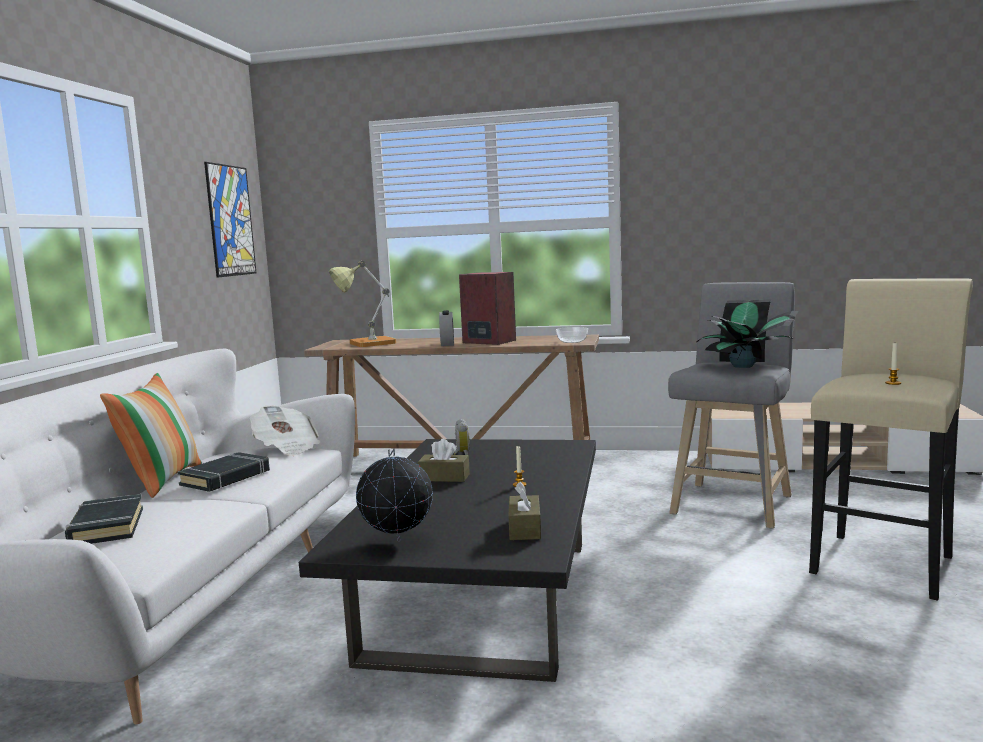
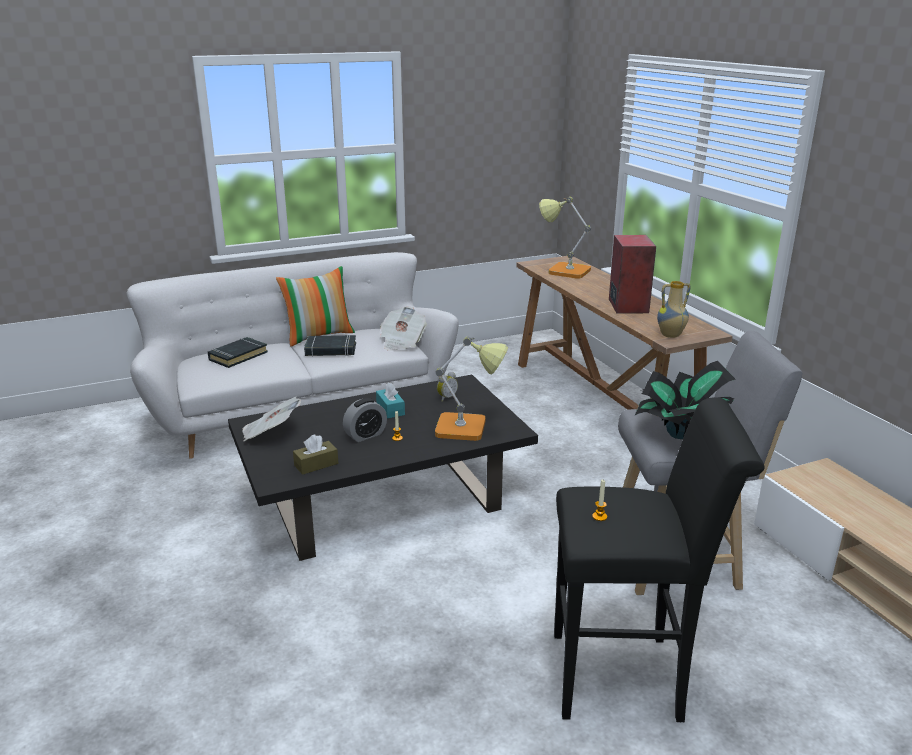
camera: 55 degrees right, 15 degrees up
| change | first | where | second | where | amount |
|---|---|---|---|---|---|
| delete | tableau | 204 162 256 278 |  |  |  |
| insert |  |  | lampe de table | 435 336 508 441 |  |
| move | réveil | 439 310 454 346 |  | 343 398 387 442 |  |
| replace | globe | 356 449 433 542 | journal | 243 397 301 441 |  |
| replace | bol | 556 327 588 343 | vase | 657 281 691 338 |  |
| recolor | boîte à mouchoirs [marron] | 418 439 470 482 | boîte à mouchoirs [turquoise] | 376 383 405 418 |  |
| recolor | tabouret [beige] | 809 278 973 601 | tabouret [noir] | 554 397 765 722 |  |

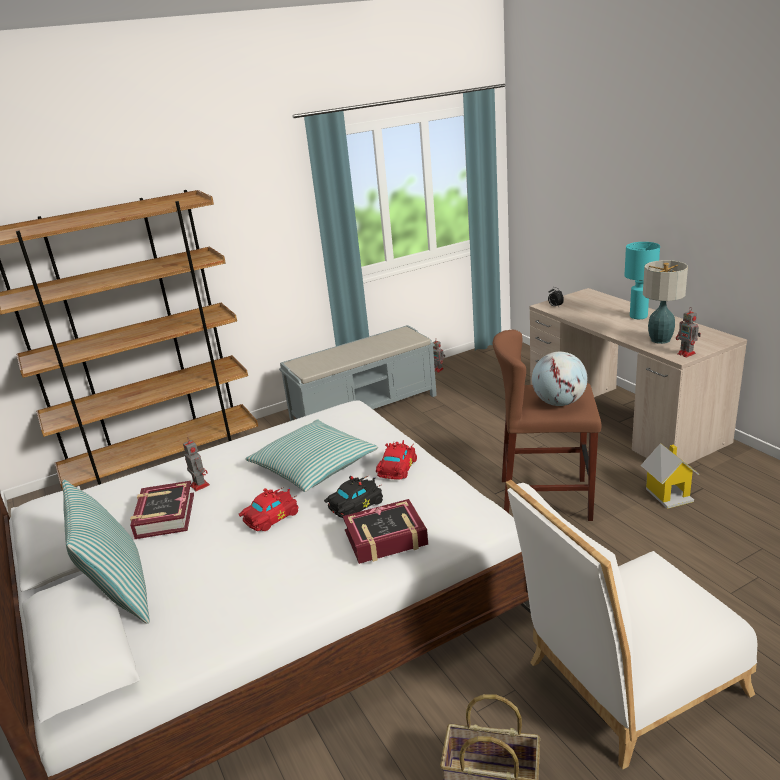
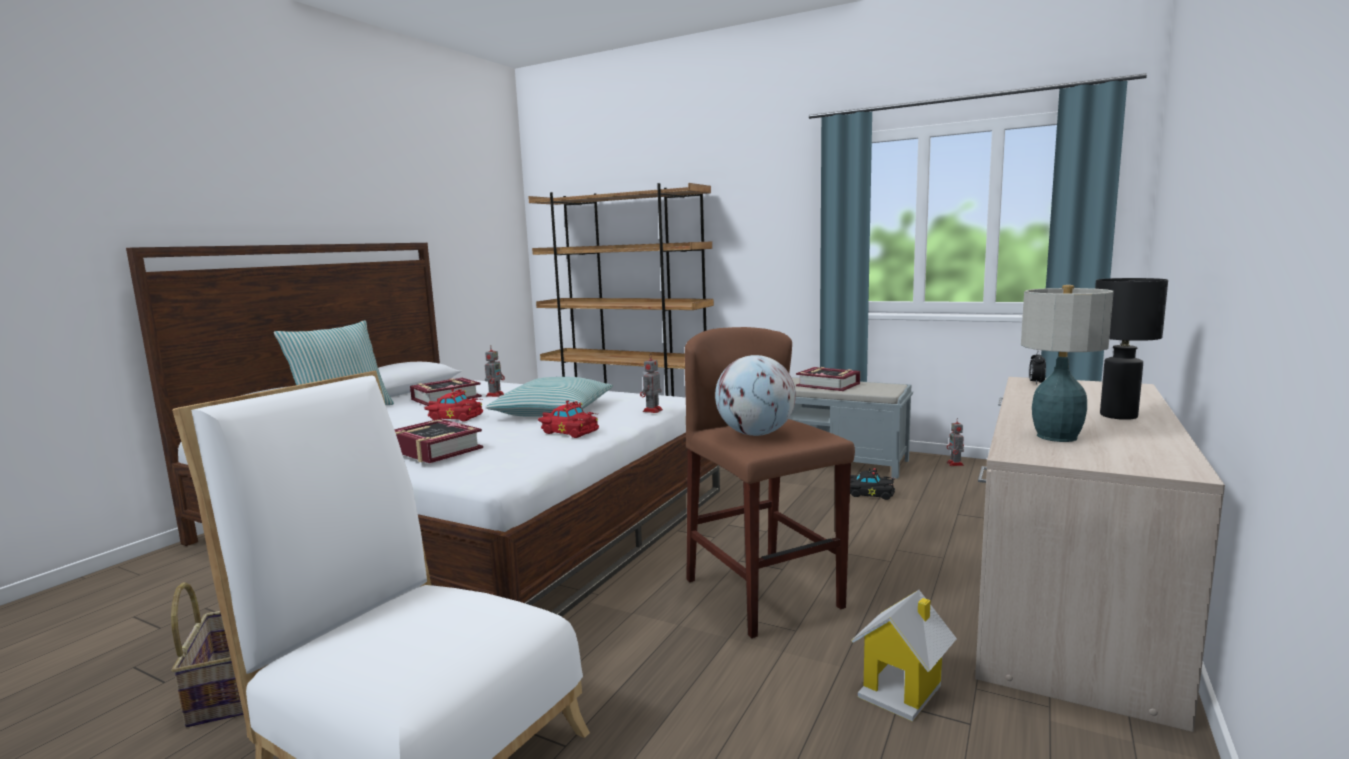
camera: 55 degrees right, 15 degrees down
| change | first | where | second | where | amount |
|---|---|---|---|---|---|
| insert |  |  | livre | 796 367 860 391 |  |
| move | petite voiture [noir] | 324 476 383 518 |  | 850 468 895 500 |  |
| move | robot jouet | 676 307 701 357 |  | 640 353 663 413 |  |
| recolor | lampe de table [turquoise] | 625 242 660 319 | lampe de table [noir] | 1095 278 1168 420 |  |
| rotate | petite voiture [rouge] | 376 440 417 480 |  | 538 400 599 438 | 45 degrees clockwise |

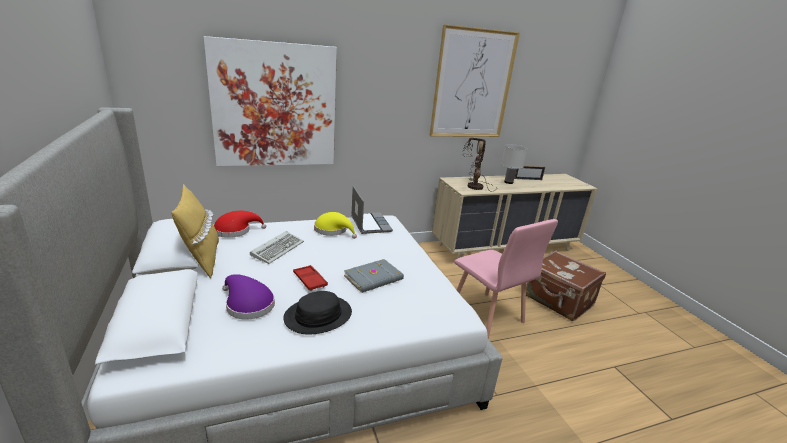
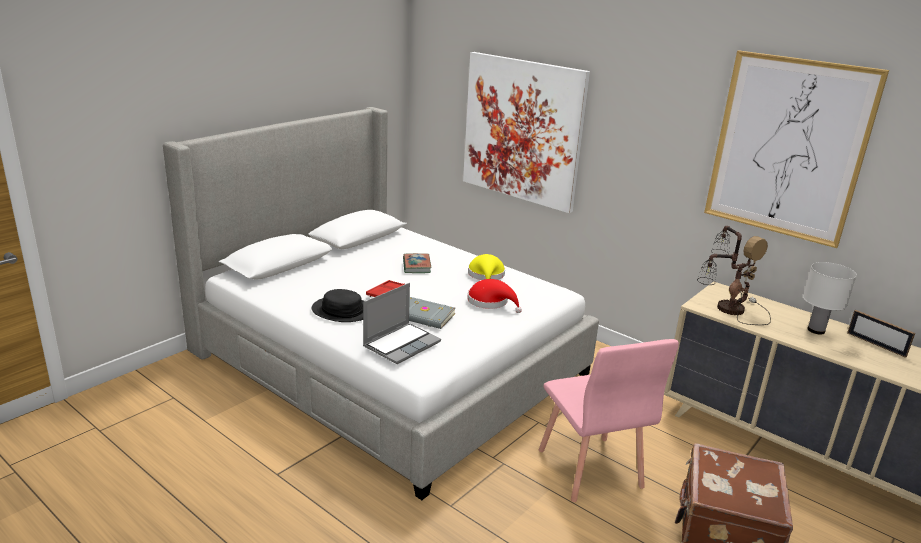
camera: 60 degrees right, 0 degrees up
| change | first | where | second | where | amount |
|---|---|---|---|---|---|
| delete | coussin [jaune] | 171 184 219 278 |  |  |  |
| delete | chapeau [violet] | 222 274 275 320 |  |  |  |
| move | chapeau [rouge] | 214 211 266 238 |  | 468 279 522 313 |  |
| move | ordinateur portable | 351 186 393 234 |  | 363 283 441 364 |  |
| replace | clavier | 250 231 304 264 | livre | 403 253 431 273 |  |
| rotate | chaise [rose] | 454 219 558 338 |  | 539 339 679 502 | 45 degrees counterclockwise |

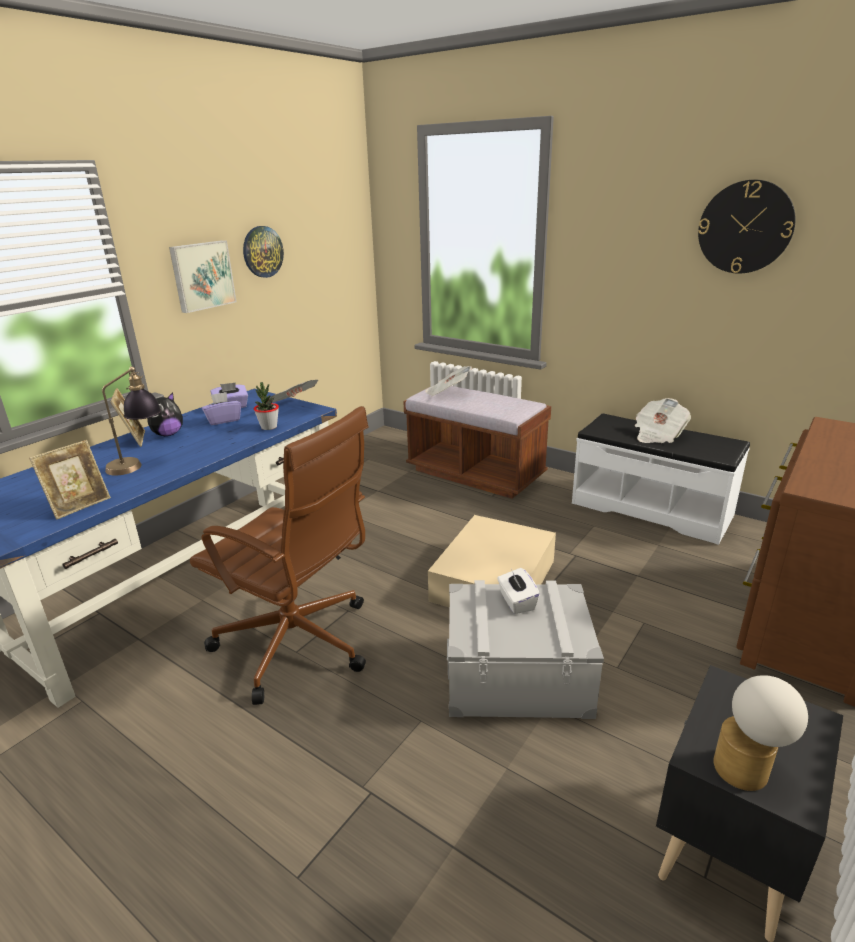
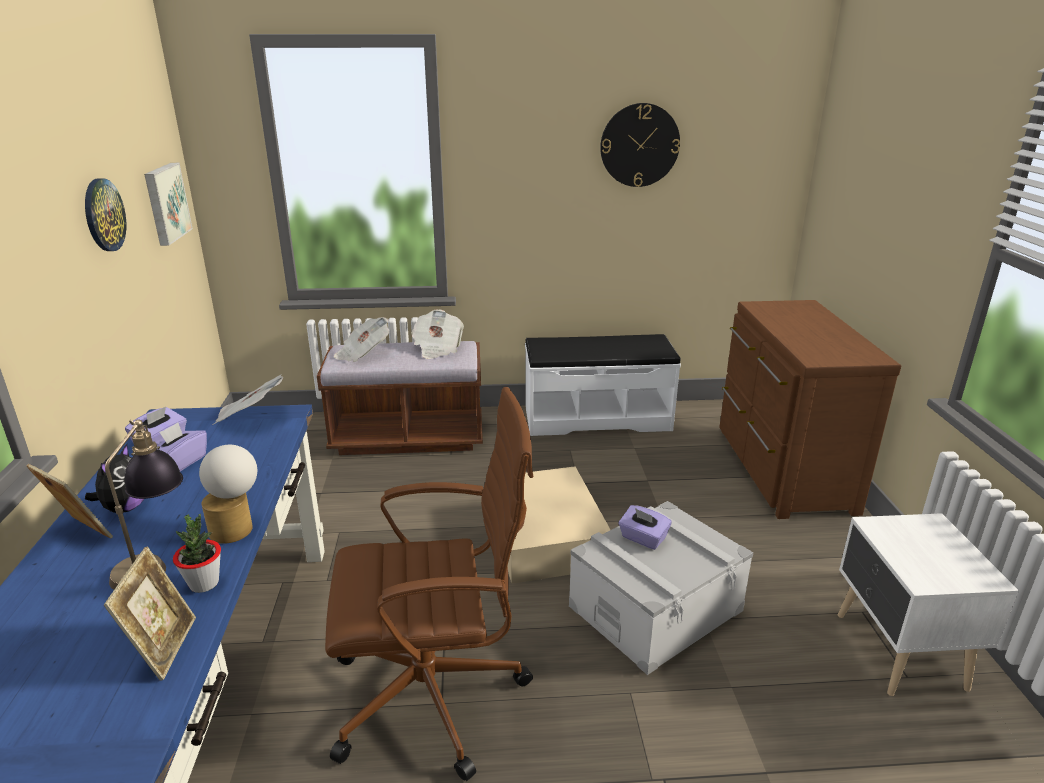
camera: 40 degrees left, 0 degrees up
| change | first | where | second | where | amount |
|---|---|---|---|---|---|
| move | tableau | 169 240 237 313 |  | 144 163 193 246 |  |
| move | plante en pot | 254 382 279 430 |  | 173 514 221 593 |  |
| move | journal | 635 398 691 443 |  | 411 310 464 359 |  |
| move | lampe de table | 713 675 808 791 |  | 199 445 257 544 |  |
| recolor | boîte à mouchoirs [blanc] | 497 568 540 614 | boîte à mouchoirs [violet] | 619 505 672 550 |  |
| recolor | table de chevet [noir] | 656 665 843 942 | table de chevet [blanc] | 838 513 1019 696 |  |

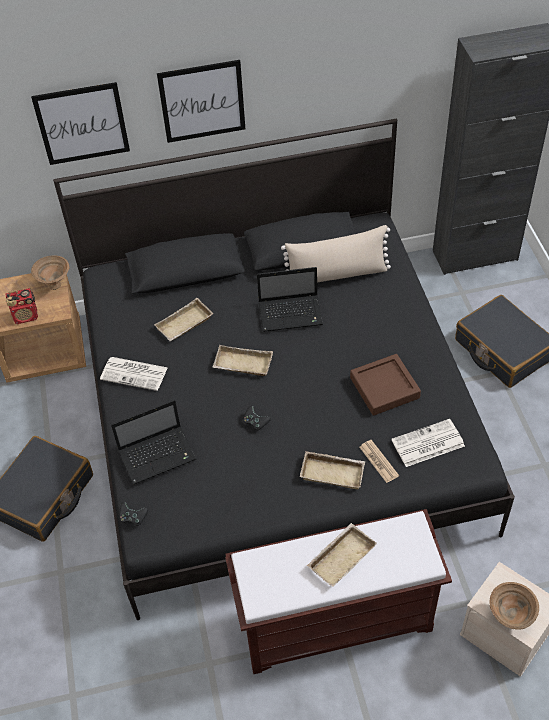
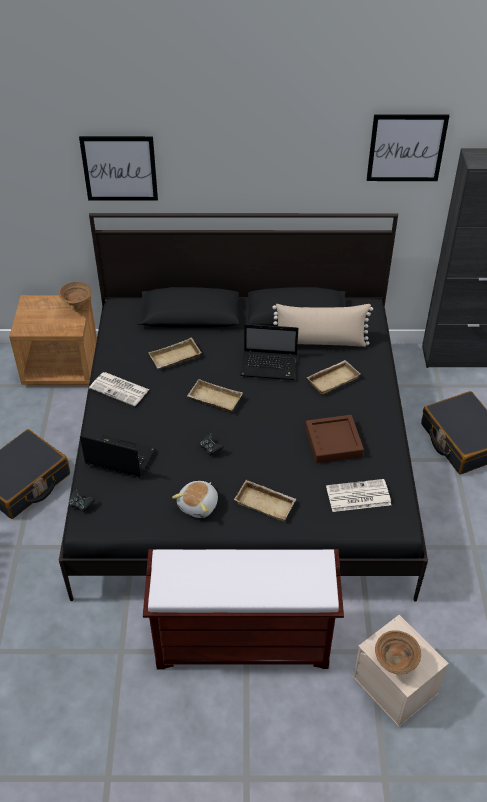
camera: 10 degrees right, 5 degrees down
| change | first | where | second | where | amount |
|---|---|---|---|---|---|
| delete | radio | 5 288 38 324 |  |  |  |
| delete | journal | 359 440 399 483 |  |  |  |
| insert |  |  | peluche | 172 481 218 518 |  |
| move | tableau | 157 60 245 143 |  | 367 114 449 181 |  |
| move | plateau [beige] | 307 523 377 587 |  | 307 360 361 394 |  |
| rotate | ordinateur portable | 111 400 196 485 |  | 80 434 156 478 | 150 degrees counterclockwise |

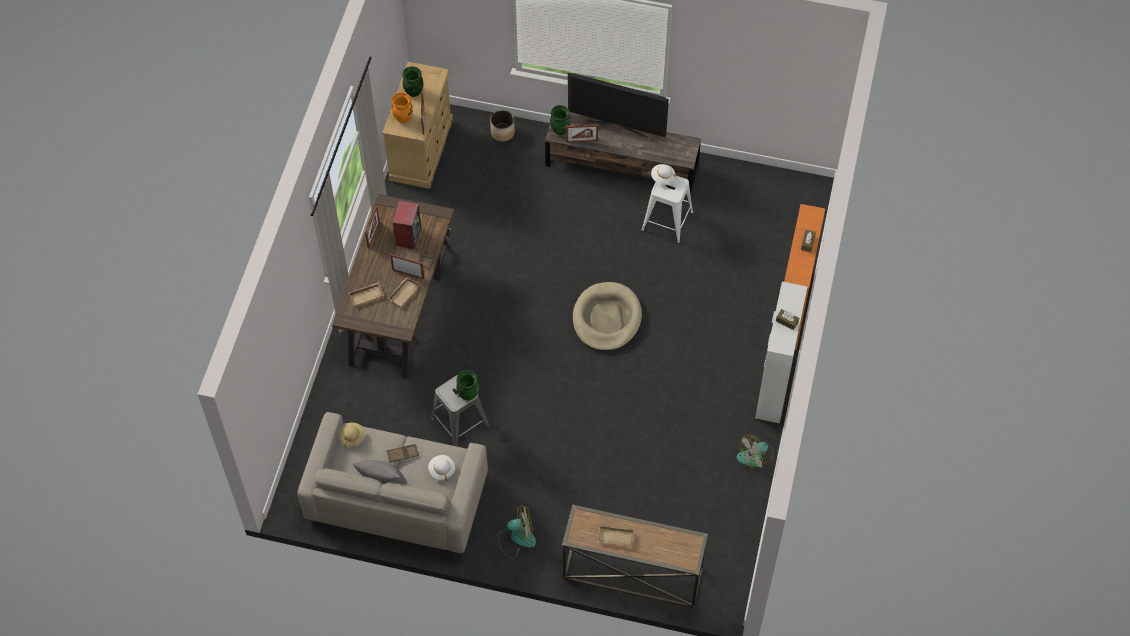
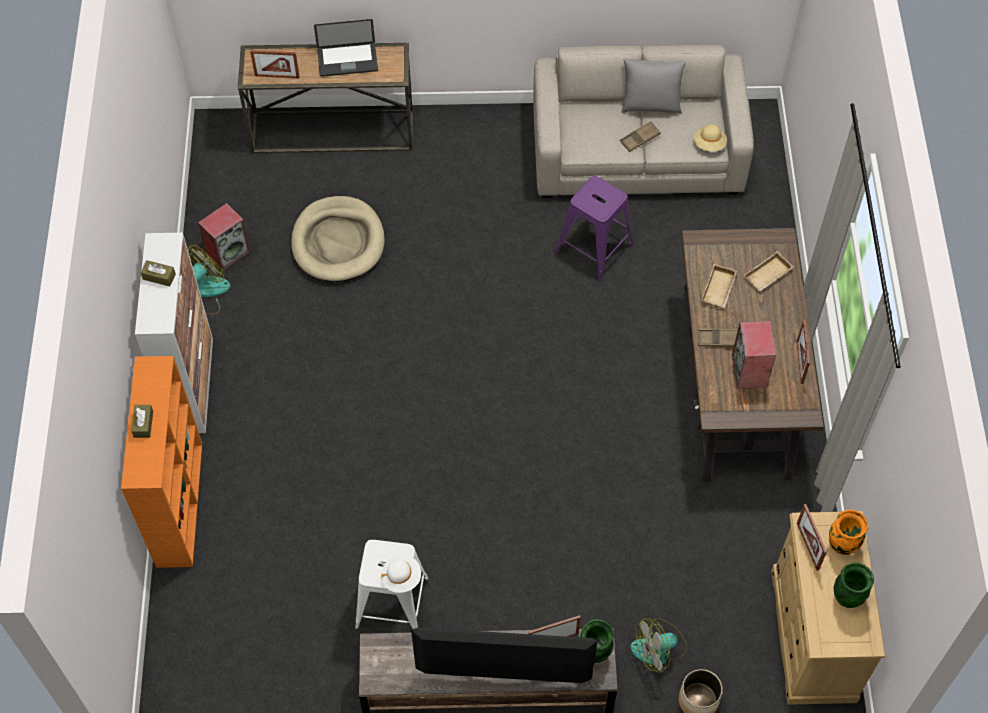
camera: 165 degrees right, 0 degrees up
| change | first | where | second | where | amount |
|---|---|---|---|---|---|
| delete | chapeau [blanc] | 428 455 455 482 |  |  |  |
| delete | vase [vert] | 456 370 479 400 |  |  |  |
| insert |  |  | enceinte | 198 203 250 271 |  |
| move | cadre photo | 390 254 425 279 |  | 250 50 300 78 |  |
| move | ventilateur | 498 506 536 559 |  | 630 618 688 673 |  |
| move | panier pour chien [beige] | 573 282 642 351 |  | 291 196 385 282 |  |
| replace | plateau [beige] | 598 526 634 546 | ordinateur portable | 314 19 378 77 |  |
| recolor | tabouret [gris] | 430 375 490 446 | tabouret [violet] | 555 176 633 281 |  |

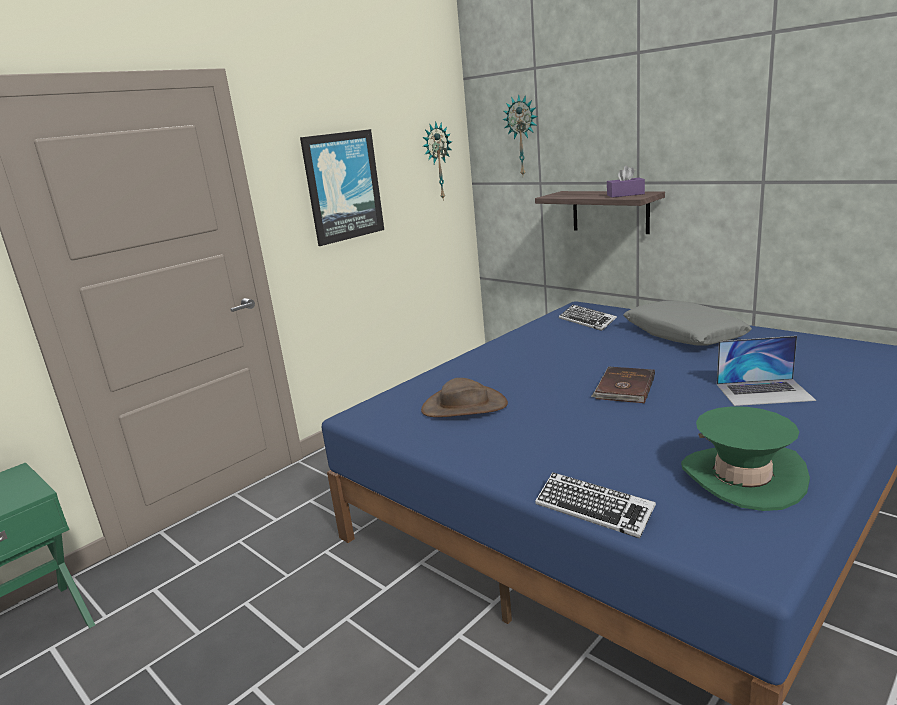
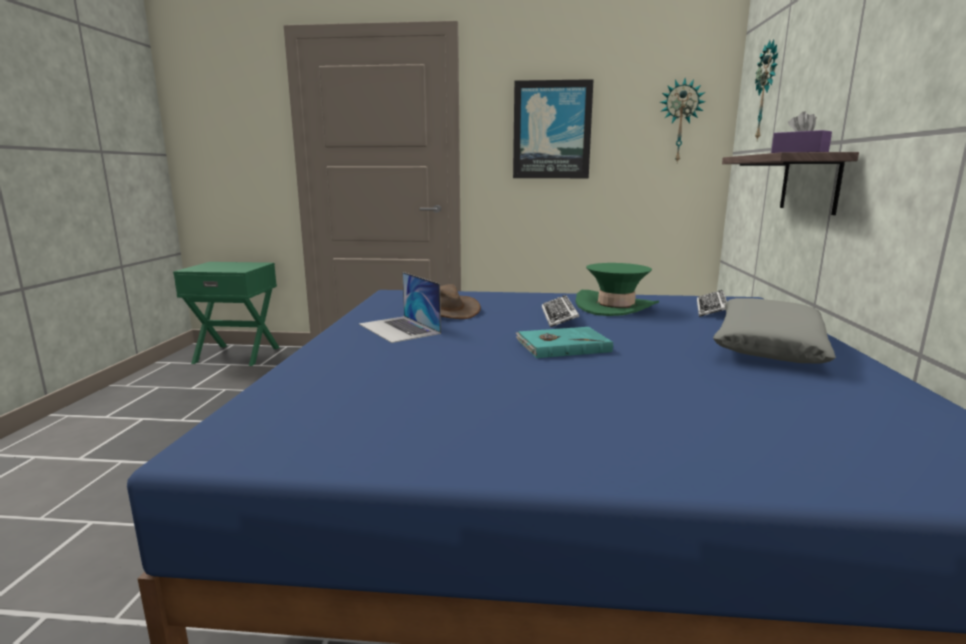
camera: 50 degrees right, 5 degrees down
| change | first | where | second | where | amount |
|---|---|---|---|---|---|
| move | clavier | 535 472 656 539 |  | 542 295 579 327 |  |
| move | chapeau [vert] | 681 406 810 511 |  | 575 263 659 316 |  |
| move | ordinateur portable | 717 336 816 406 |  | 359 272 441 343 |  |
| recolor | livre [marron] | 591 367 655 404 | livre [turquoise] | 516 327 613 358 |  |

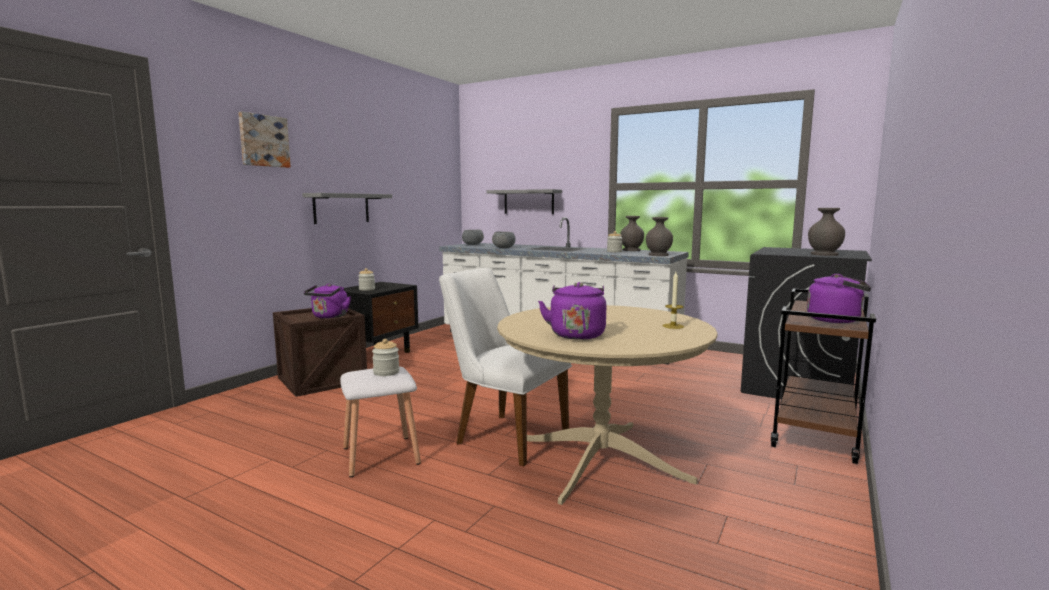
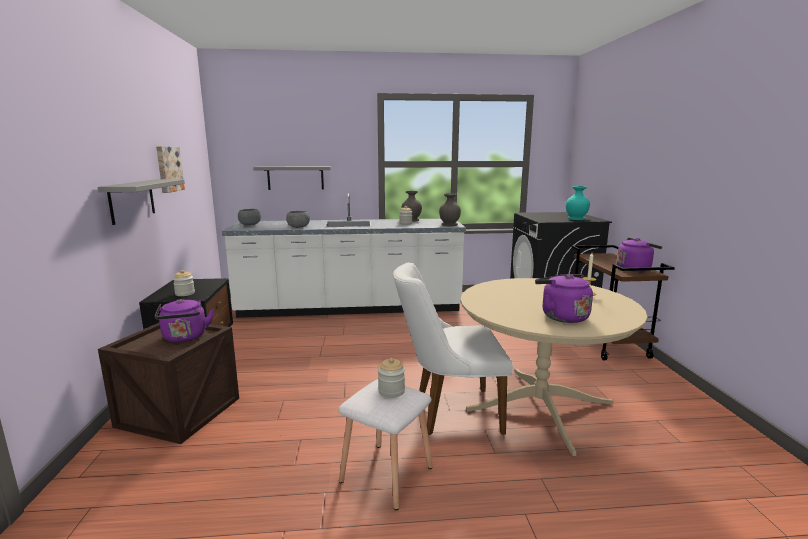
camera: 35 degrees left, 5 degrees up
| change | first | where | second | where | amount |
|---|---|---|---|---|---|
| move | tableau | 238 112 291 168 |  | 156 146 185 193 |  |
| recolor | vase [gris] | 808 208 845 256 | vase [turquoise] | 566 186 590 220 |  |

